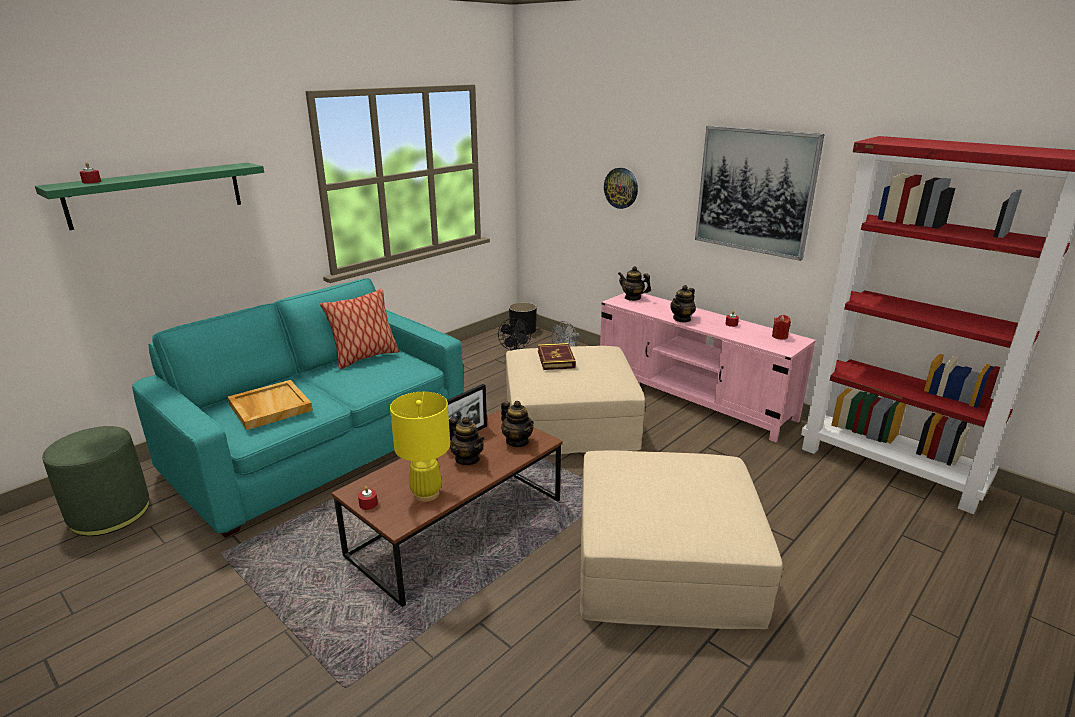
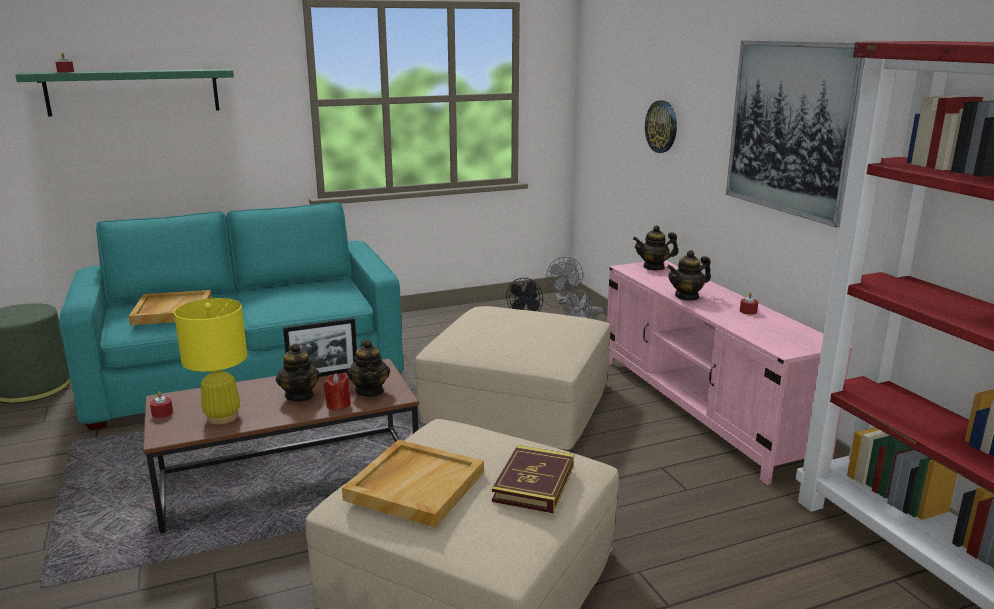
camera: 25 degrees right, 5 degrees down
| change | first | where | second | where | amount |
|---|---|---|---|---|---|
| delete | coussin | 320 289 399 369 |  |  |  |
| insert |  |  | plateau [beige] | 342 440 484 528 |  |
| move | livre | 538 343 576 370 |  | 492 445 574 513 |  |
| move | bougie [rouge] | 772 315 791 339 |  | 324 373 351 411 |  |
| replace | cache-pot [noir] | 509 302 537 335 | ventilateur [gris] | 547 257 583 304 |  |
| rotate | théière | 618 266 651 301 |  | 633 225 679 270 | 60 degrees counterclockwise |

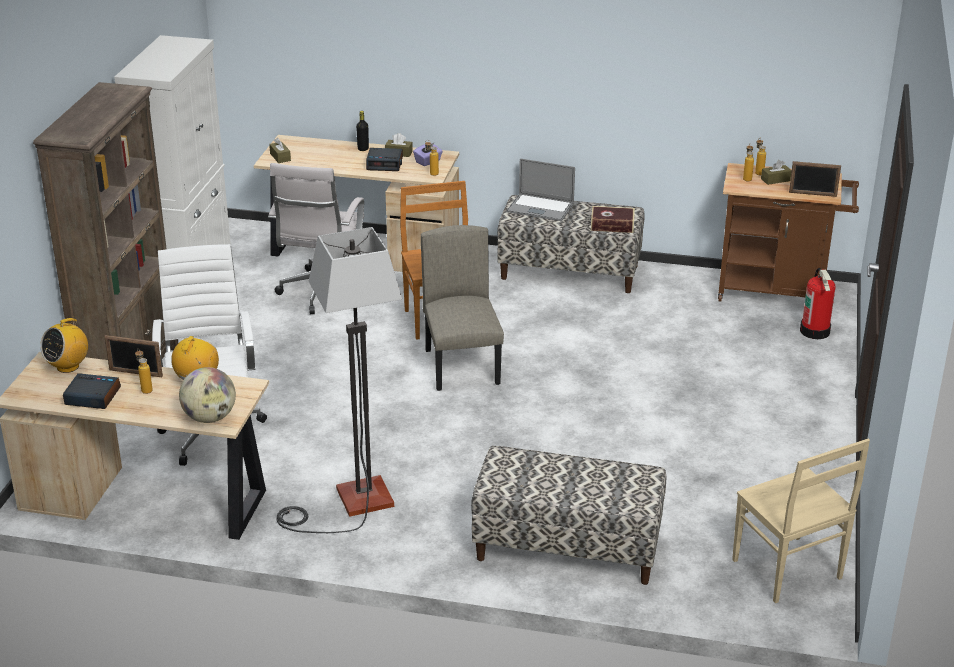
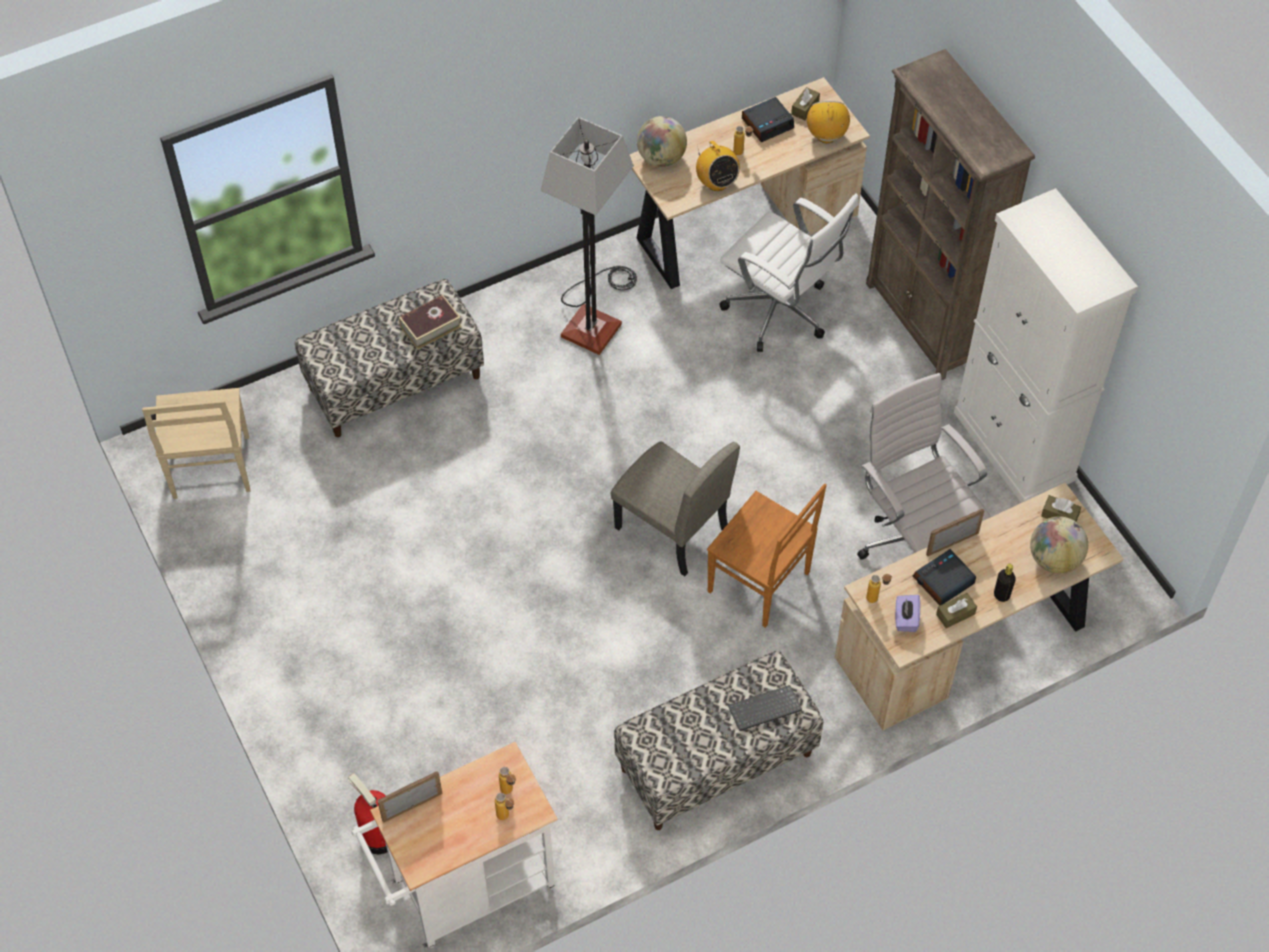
camera: 140 degrees right, 25 degrees up
| change | first | where | second | where | amount |
|---|---|---|---|---|---|
| insert |  |  | globe | 1030 516 1088 573 |  |
| move | cadre photo | 104 335 163 377 |  | 926 509 984 557 |  |
| move | livre | 591 206 635 233 |  | 399 295 462 350 |  |
| move | boîte à mouchoirs [marron] | 761 160 792 185 |  | 791 87 820 120 |  |
| replace | ordinateur portable | 507 158 575 221 | clavier | 728 685 802 731 |  |
| recolor | chariot [marron] | 718 163 859 302 | chariot [blanc] | 351 742 557 948 |  |
| rotate | chaise [beige] | 732 439 870 603 |  | 142 388 250 499 | 120 degrees counterclockwise |

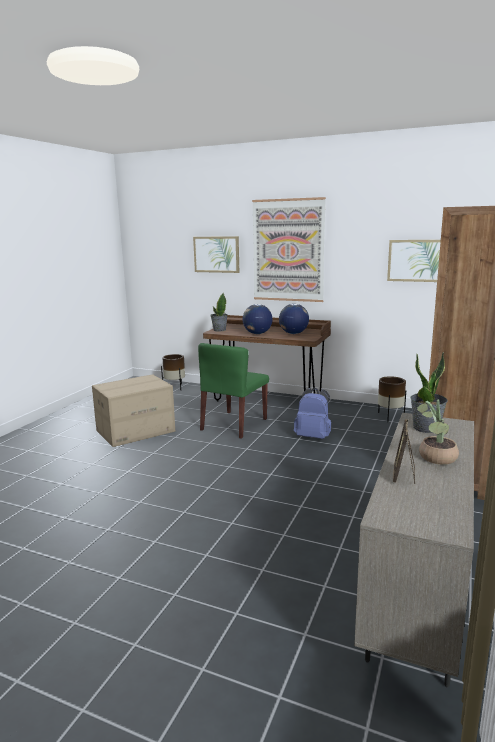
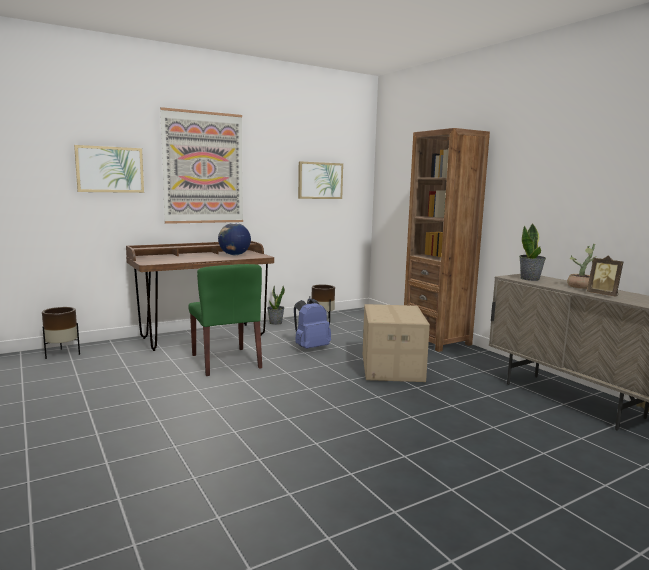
camera: 55 degrees left, 5 degrees down
| change | first | where | second | where | amount |
|---|---|---|---|---|---|
| delete | globe | 243 304 273 334 |  |  |  |
| move | carton | 92 374 175 447 |  | 363 304 430 382 |  |
| move | plante en pot | 210 292 228 332 |  | 267 286 285 325 |  |

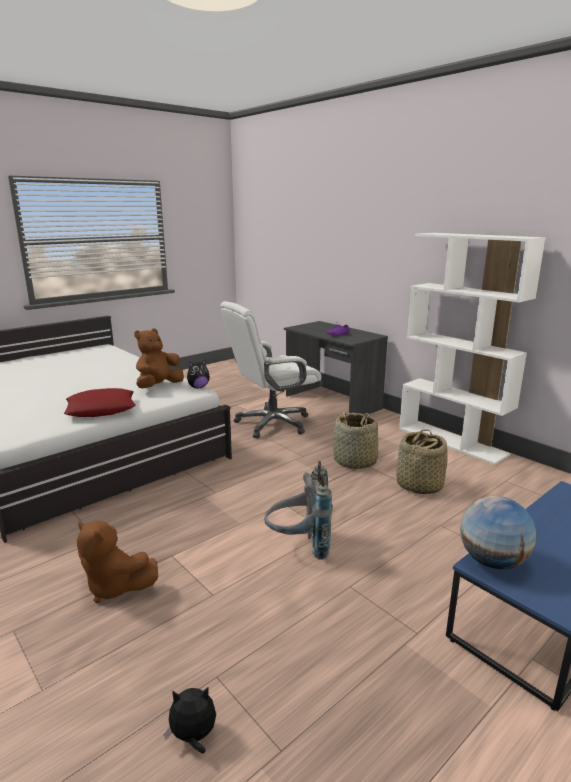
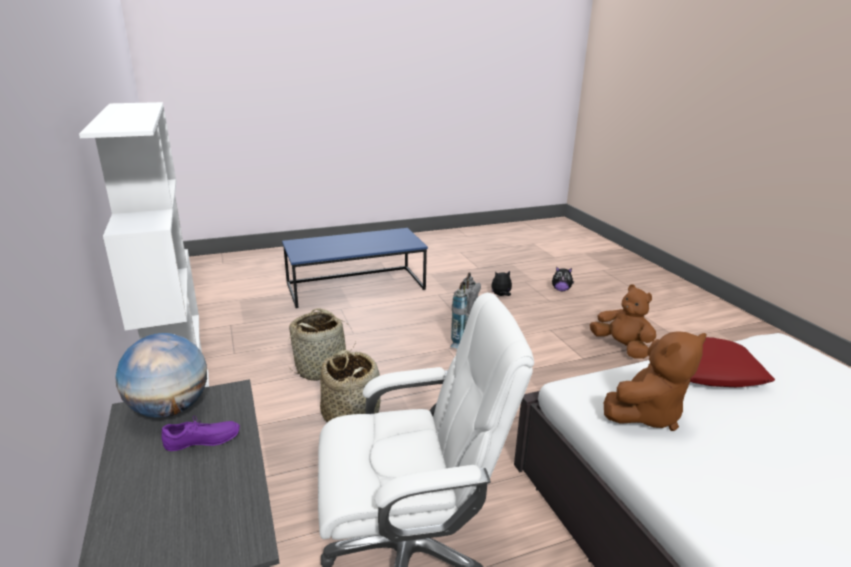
camera: 160 degrees left, 5 degrees up
| change | first | where | second | where | amount |
|---|---|---|---|---|---|
| move | peluche | 187 359 210 388 |  | 491 271 512 296 |  |
| move | globe | 460 496 537 569 |  | 115 333 207 417 |  |

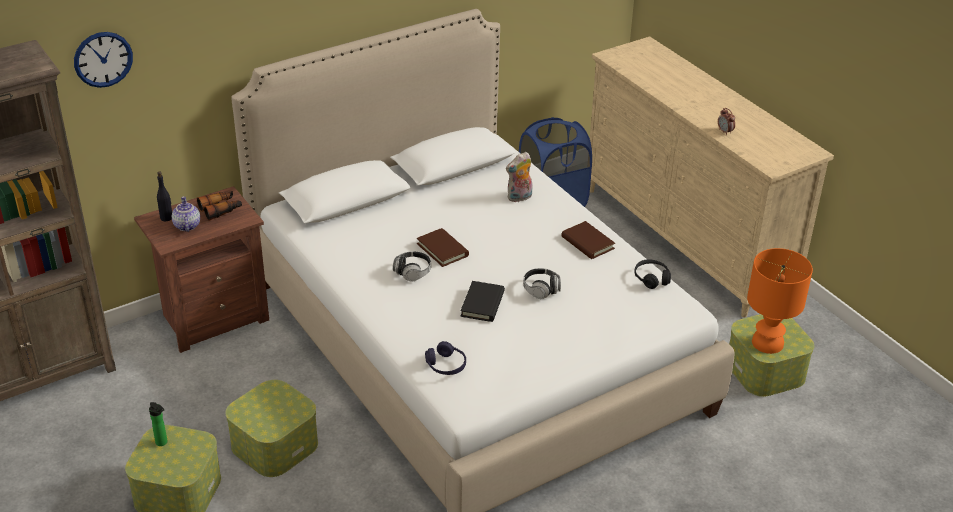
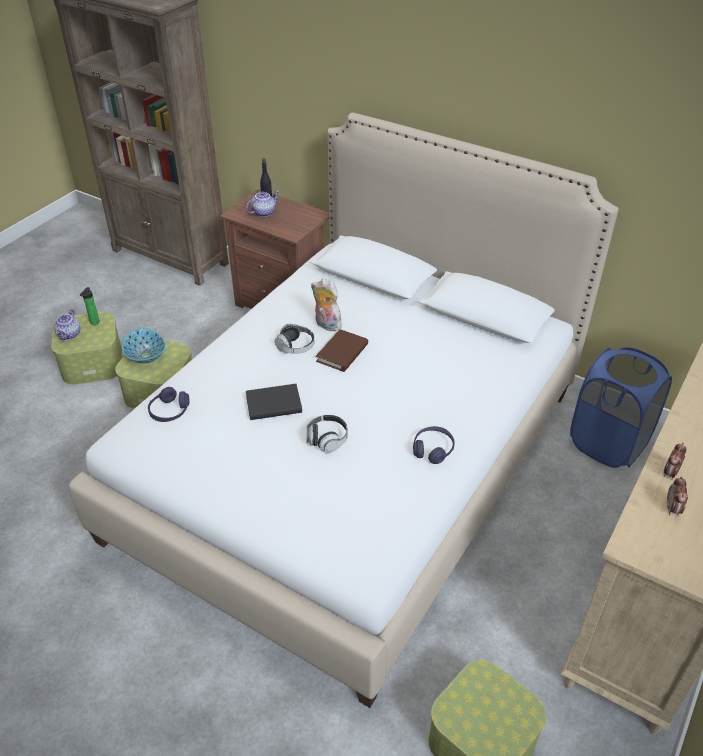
camera: 65 degrees right, 5 degrees up
| change | first | where | second | where | amount |
|---|---|---|---|---|---|
| delete | horloge murale | 74 32 133 88 |  |  |  |
| delete | jumelles | 197 191 242 221 |  |  |  |
| delete | casque audio [noir] | 634 259 671 289 |  |  |  |
| delete | lampe de table [orange] | 747 248 813 354 |  |  |  |
| insert |  |  | théière | 54 309 81 340 |  |
| insert |  |  | bol | 122 328 166 363 |  |
| insert |  |  | réveil | 667 477 688 515 |  |
| move | peluche | 506 152 532 202 |  | 311 279 344 331 |  |
| replace | livre [marron] | 561 221 615 259 | casque audio [violet] | 413 426 455 464 |  |

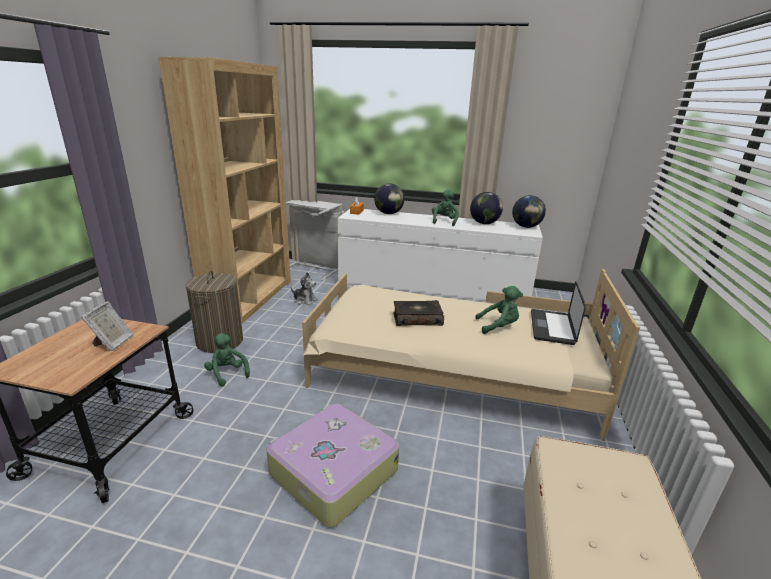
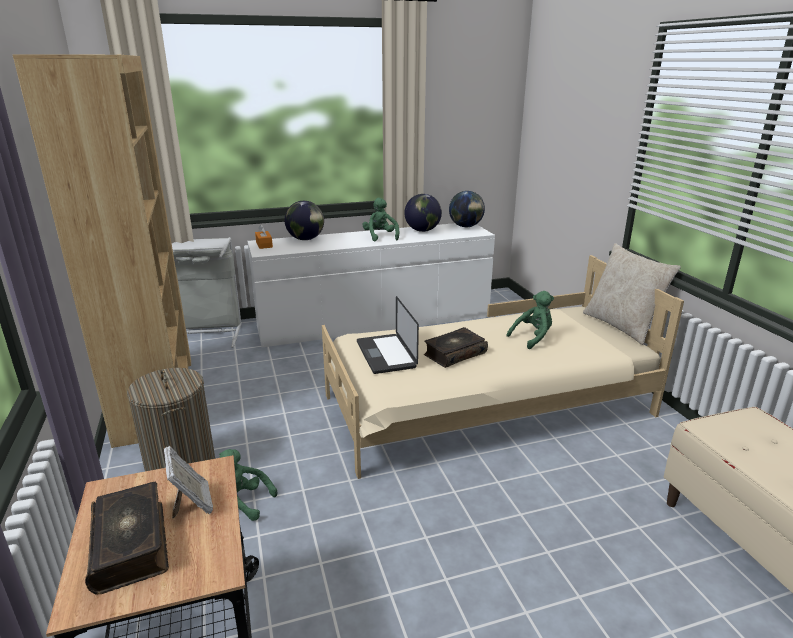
camera: 30 degrees left, 0 degrees up
| change | first | where | second | where | amount |
|---|---|---|---|---|---|
| delete | valise | 267 404 399 527 |  |  |  |
| delete | peluche | 291 272 318 306 |  |  |  |
| insert |  |  | livre | 85 482 169 595 |  |
| insert |  |  | coussin [beige] | 583 243 681 345 |  |
| move | ordinateur portable | 531 281 586 345 |  | 357 296 419 374 |  |

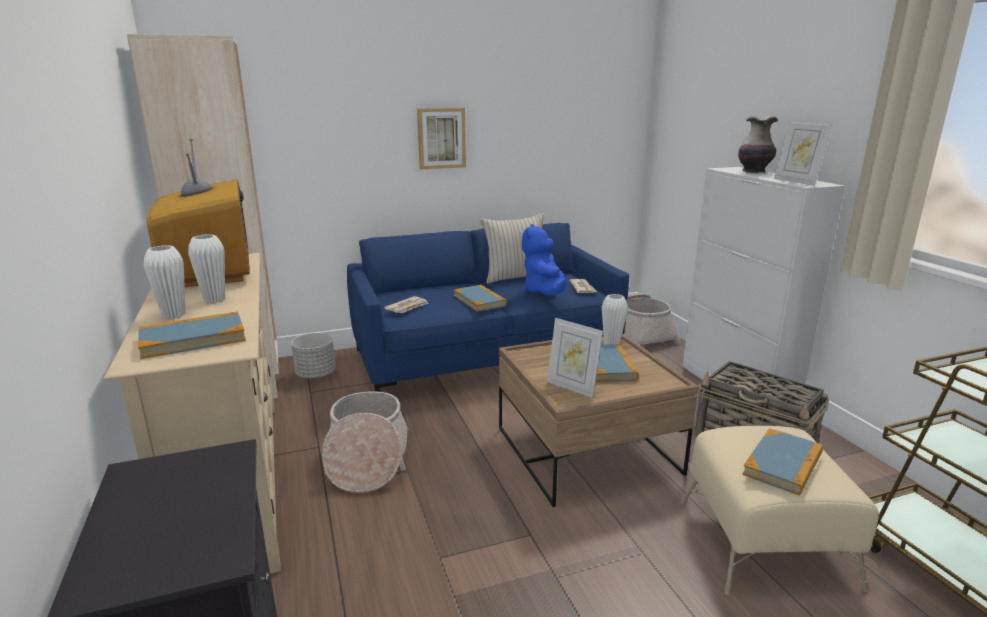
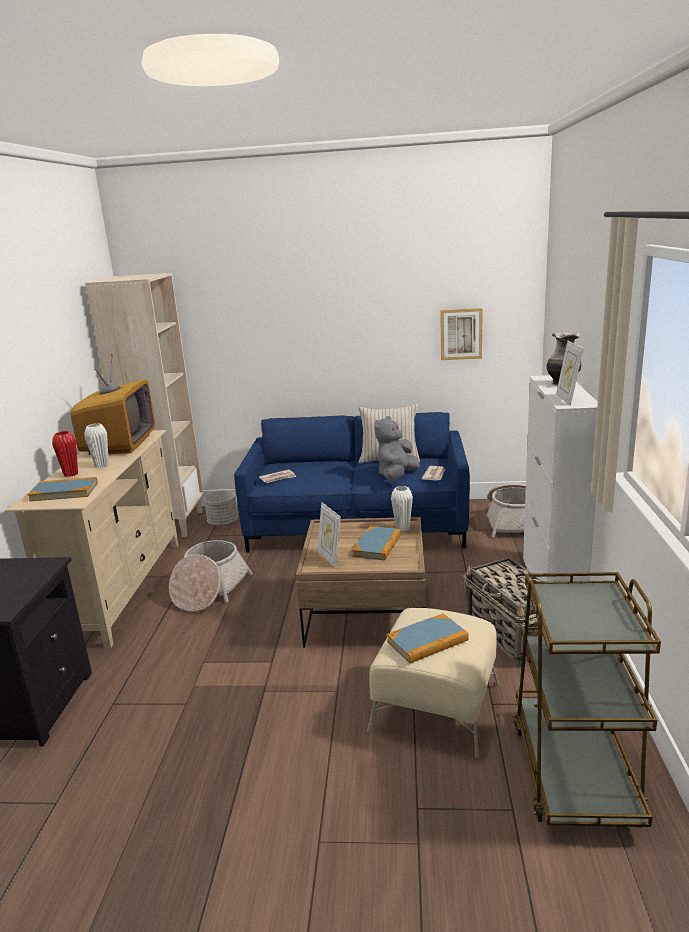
camera: 25 degrees right, 0 degrees up
| change | first | where | second | where | amount |
|---|---|---|---|---|---|
| delete | livre | 454 285 507 312 |  |  |  |
| move | tableau | 417 108 466 169 |  | 440 308 483 360 |  |
| recolor | vase [blanc] | 144 245 185 319 | vase [rouge] | 52 431 78 477 |  |
| recolor | peluche [bleu] | 522 224 566 295 | peluche [gris] | 375 416 420 480 |  |

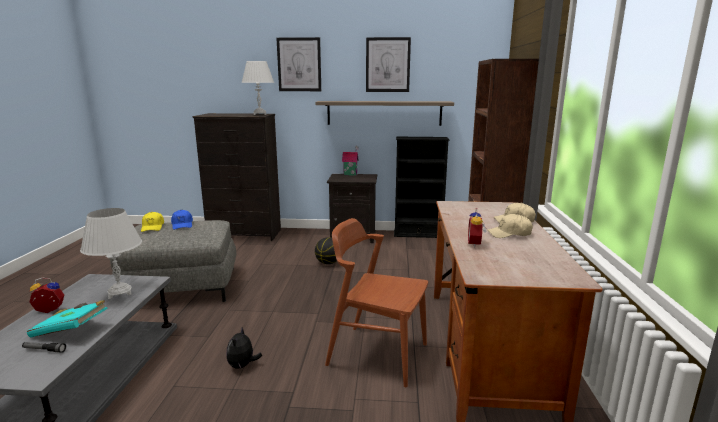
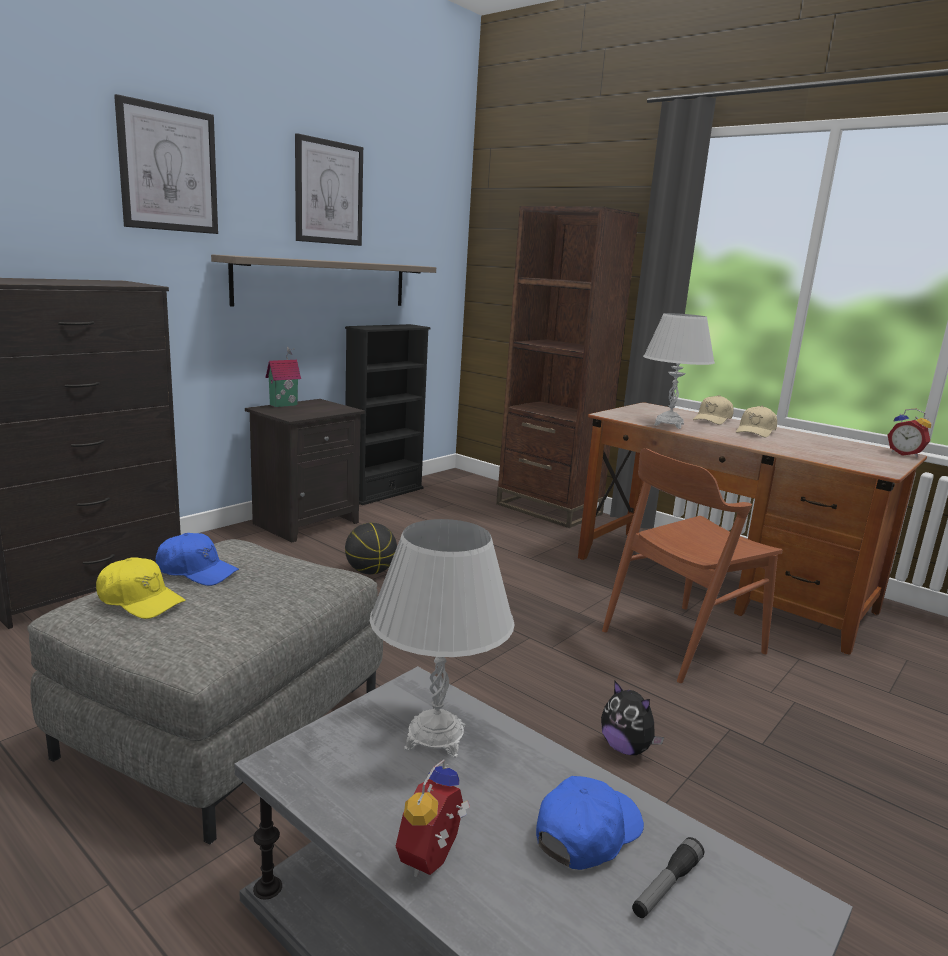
camera: 55 degrees left, 0 degrees up
| change | first | where | second | where | amount |
|---|---|---|---|---|---|
| move | lampe de table [blanc] | 241 61 274 115 |  | 643 313 715 429 |  |
| move | réveil | 468 208 487 248 |  | 887 409 931 457 |  |
| replace | livre [turquoise] | 27 300 108 338 | casquette [bleu] | 536 776 644 870 |  |

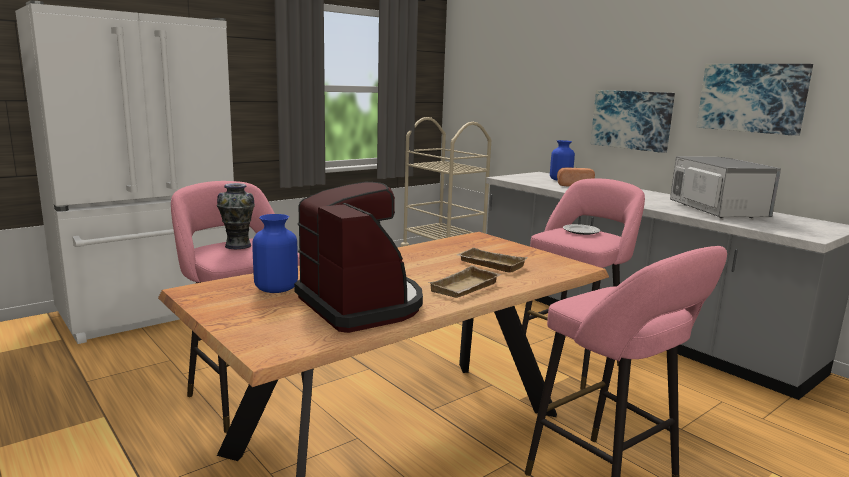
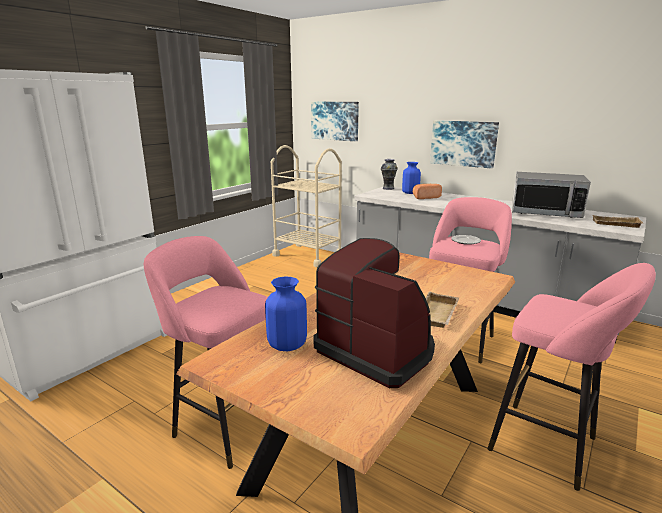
camera: 15 degrees left, 5 degrees up
| change | first | where | second | where | amount |
|---|---|---|---|---|---|
| move | vase | 217 183 255 249 |  | 381 159 397 190 |  |
| move | plateau [beige] | 457 247 528 273 |  | 593 215 643 228 |  |
| move | tableau | 697 64 813 136 |  | 311 102 359 141 |  |
| rotate | micro-ondes | 670 156 781 218 |  | 512 172 591 218 | 135 degrees clockwise |

